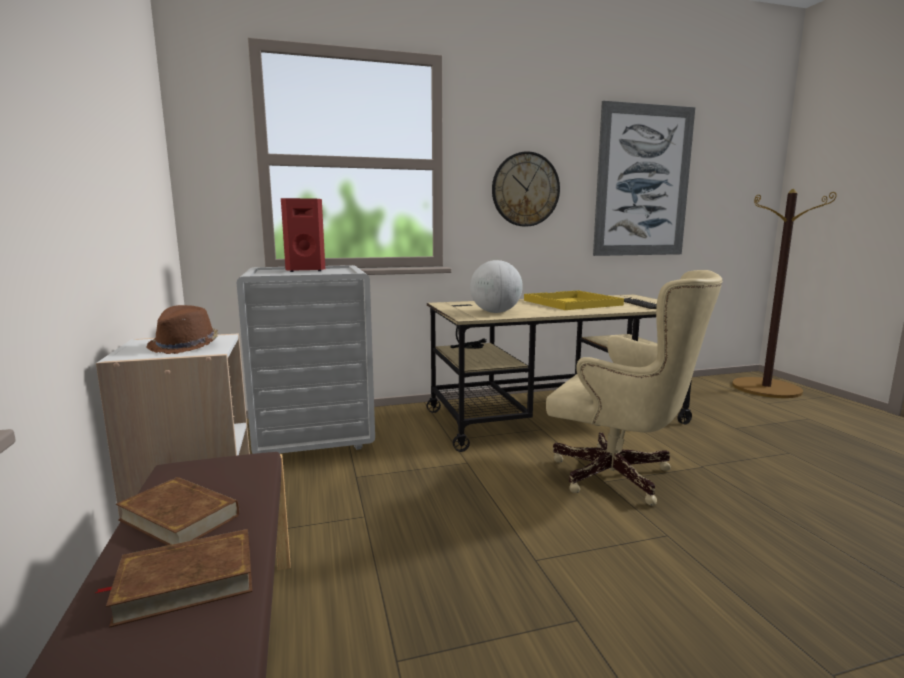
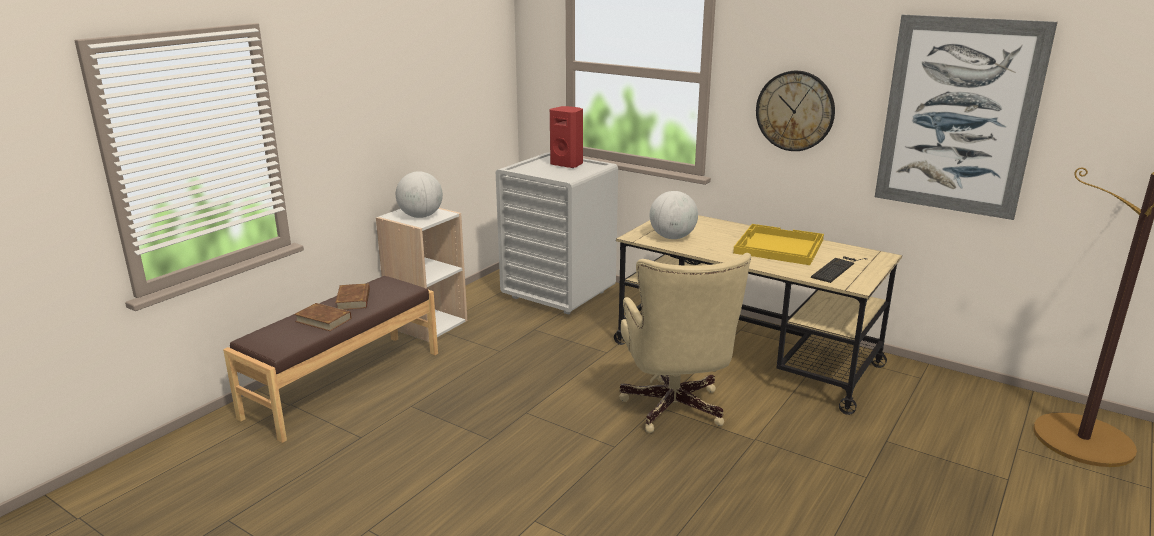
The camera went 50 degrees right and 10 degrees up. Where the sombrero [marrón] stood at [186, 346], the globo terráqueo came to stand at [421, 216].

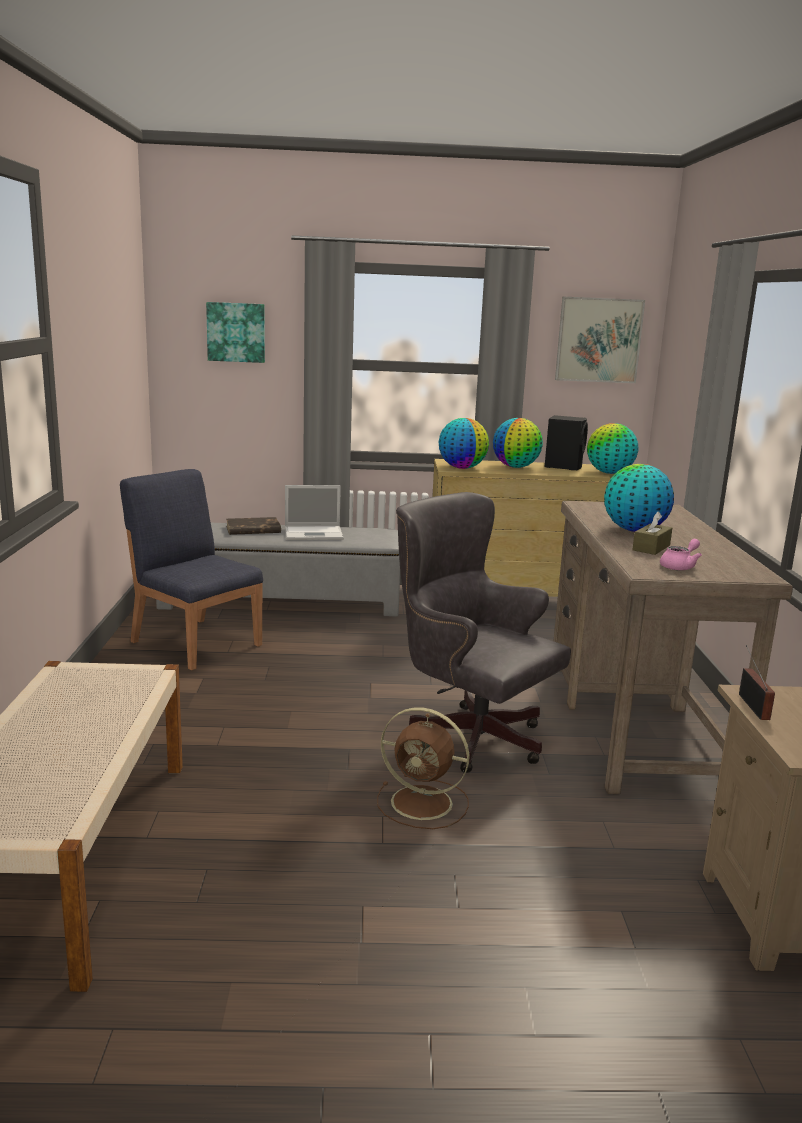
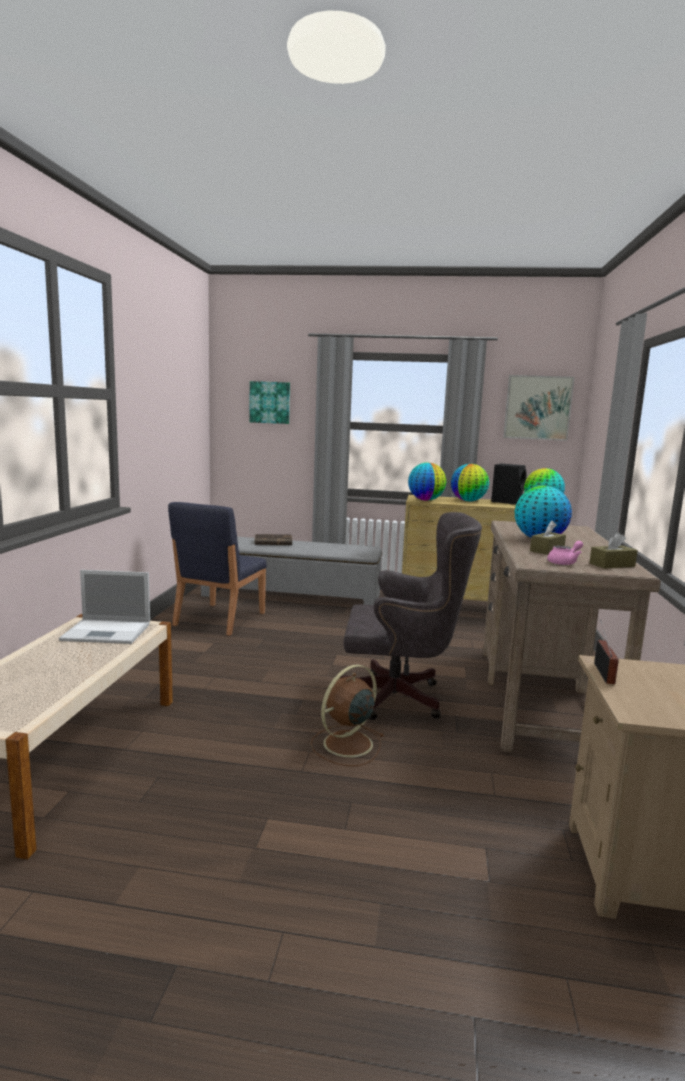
The camera went 10 degrees right and 5 degrees down. The portátil ended up elsewhere, having gone from [315, 533] to [108, 632]. The silla [azul] at [195, 642] ended up facing another way, 120 degrees counterclockwise from before. The ventilador [marrón] at [424, 803] ended up facing another way, 105 degrees clockwise from before. The silla de oficina [gris] at [470, 736] ended up facing another way, 135 degrees clockwise from before. The second view gained the caja de pañuelos [marrón] at [612, 565].

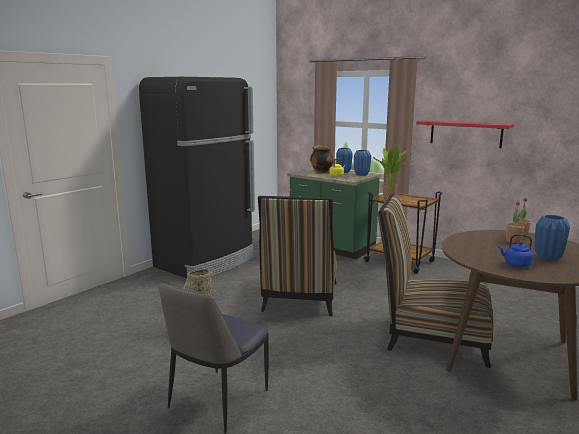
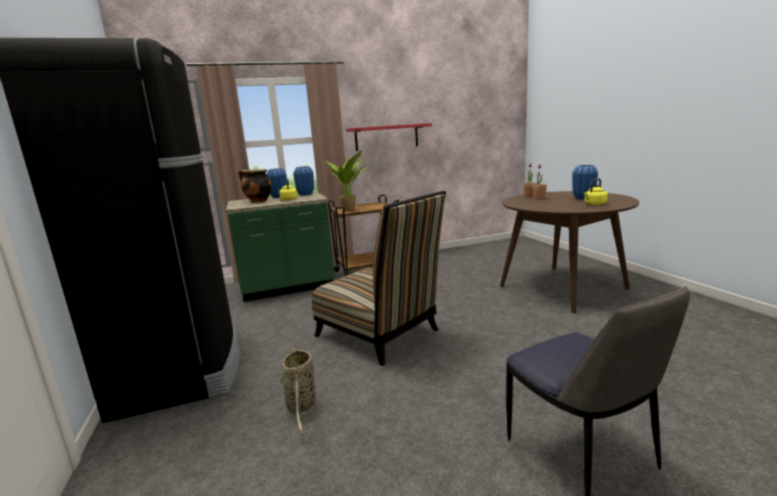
The camera went 55 degrees left and 0 degrees up. What was the hervidor [azul] at [515, 264] turned into the hervidor [amarillo] at [594, 204]. The second view lost the silla at [430, 336].

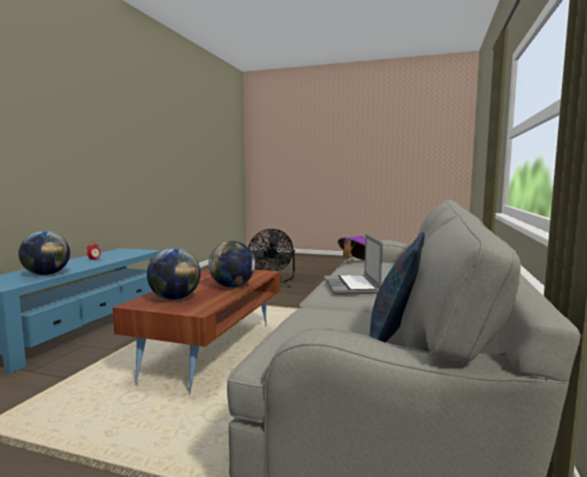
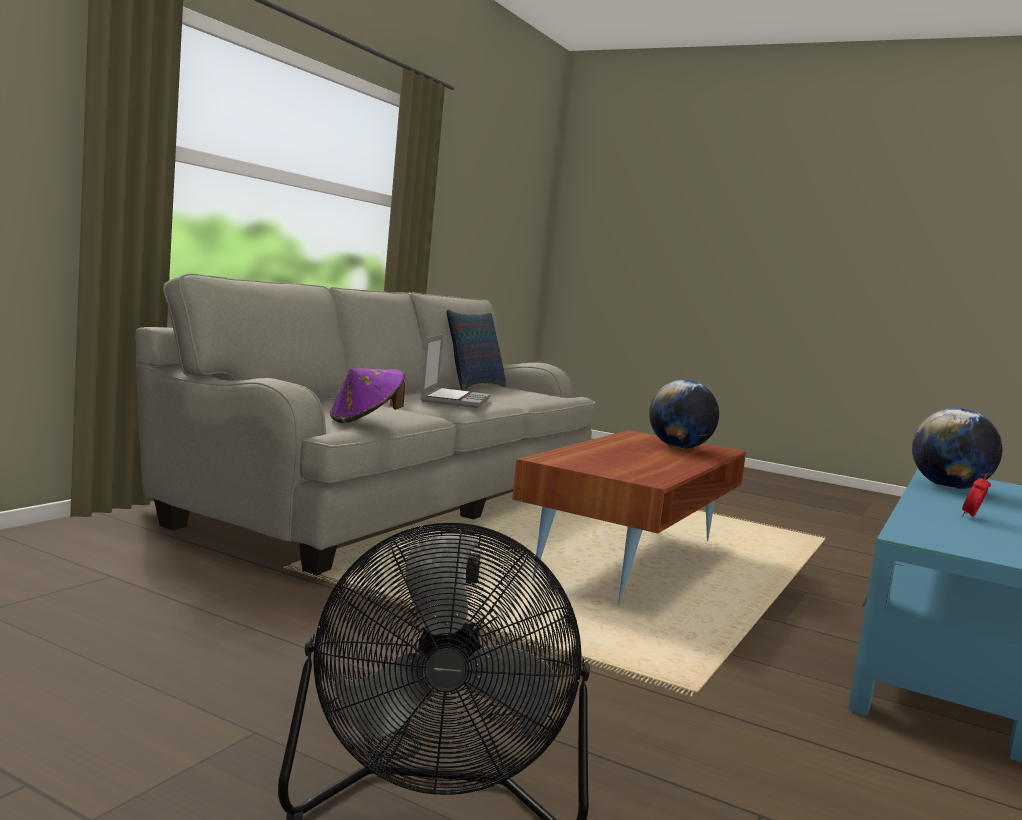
The camera went 170 degrees left and 0 degrees up. The second view lost the globo terráqueo at [232, 286].

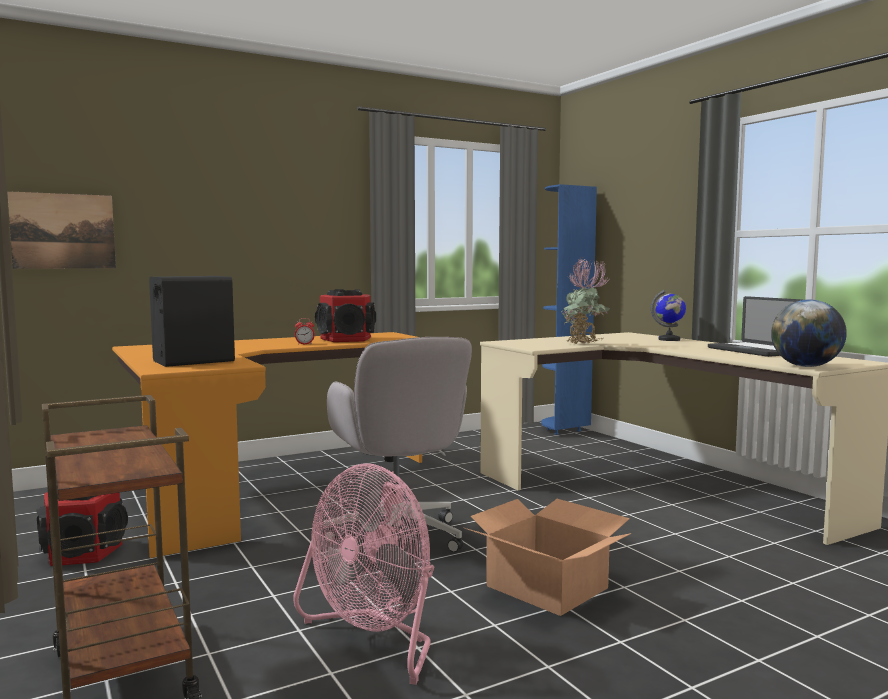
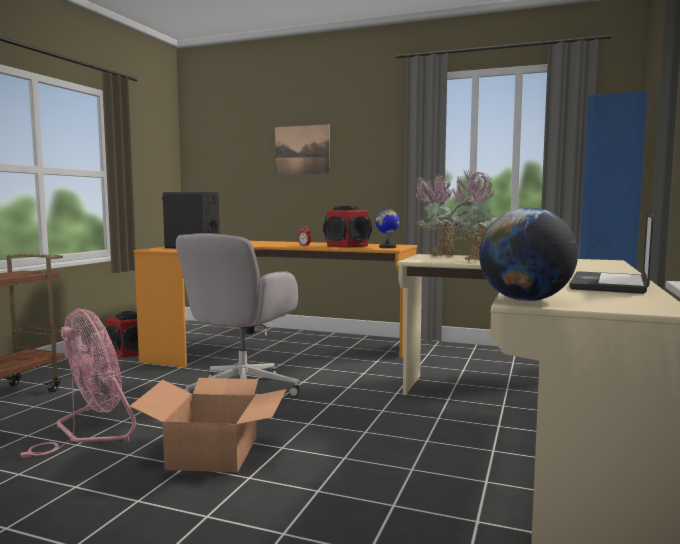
The camera went 50 degrees right and 0 degrees up. The ventilador [rosa] at [377, 635] ended up facing another way, 135 degrees clockwise from before. The cuadro ended up elsewhere, having gone from [63, 231] to [302, 150]. The globo terráqueo ended up elsewhere, having gone from [669, 340] to [387, 247]. The second view gained the planta en maceta at [436, 256].

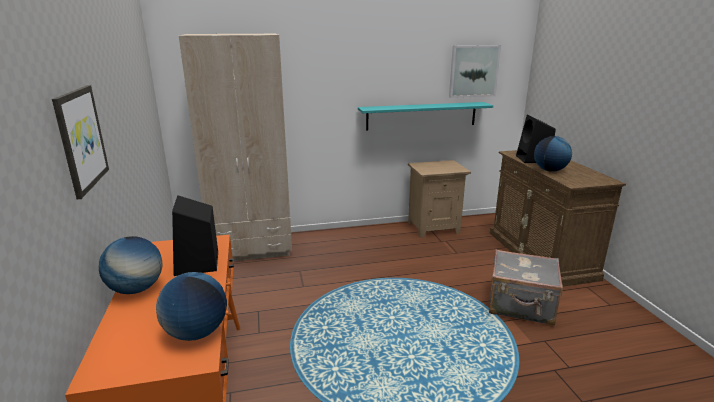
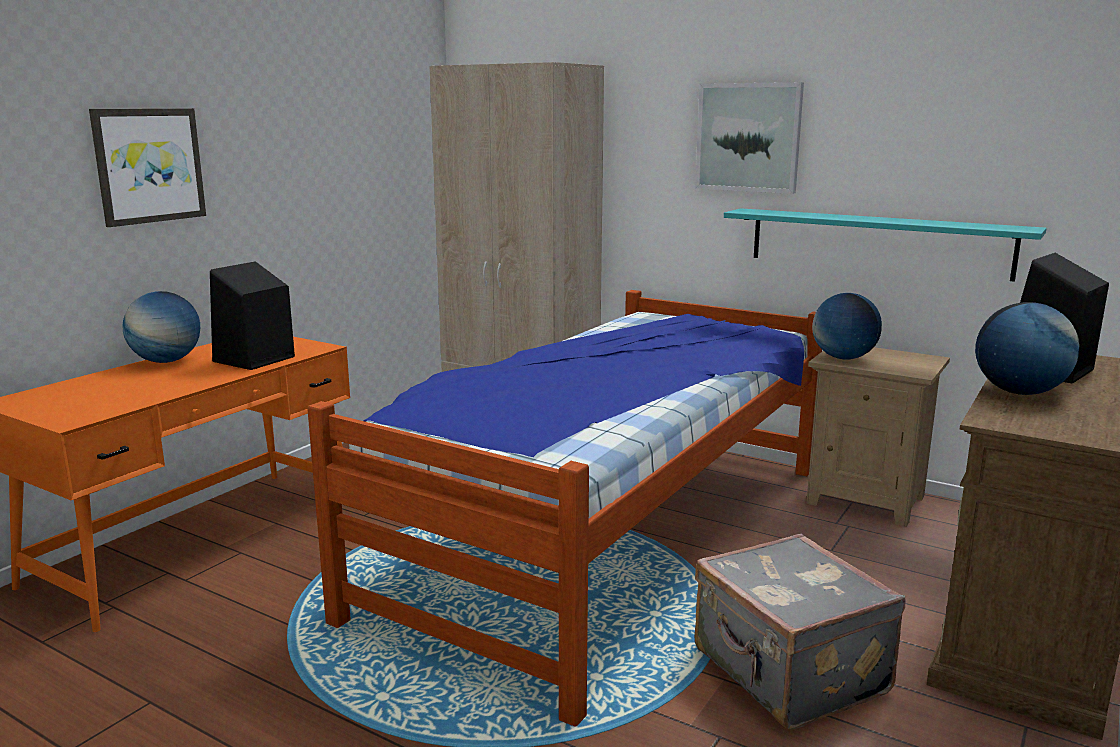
The camera went 45 degrees right and 5 degrees down. The second view gained the cama at [606, 535]. The cuadro ended up elsewhere, having gone from [473, 71] to [748, 137]. The globo terráqueo ended up elsewhere, having gone from [196, 333] to [843, 358].

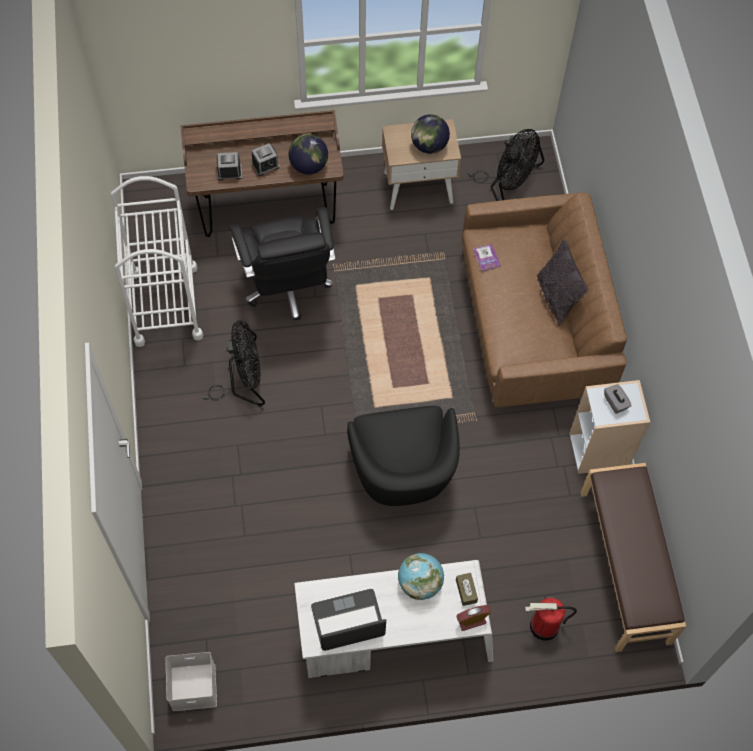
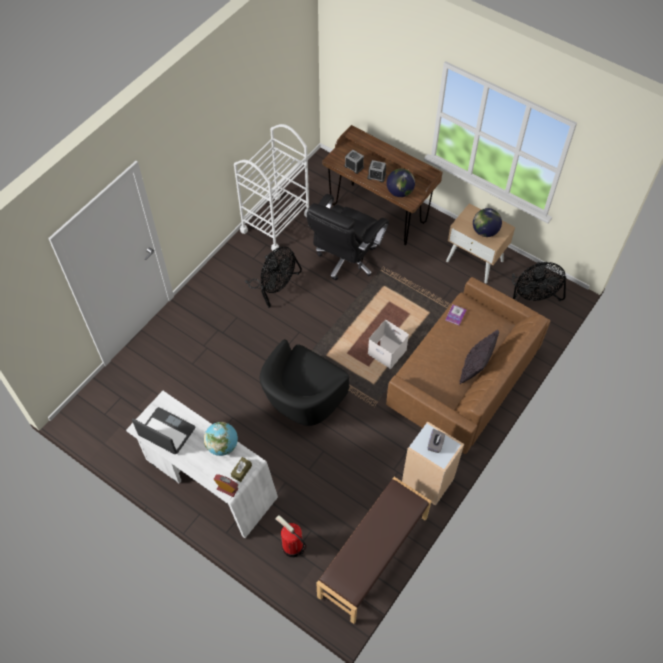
The camera went 45 degrees right and 5 degrees down. The caja de almacenaje [blanco] ended up elsewhere, having gone from [192, 688] to [386, 351].

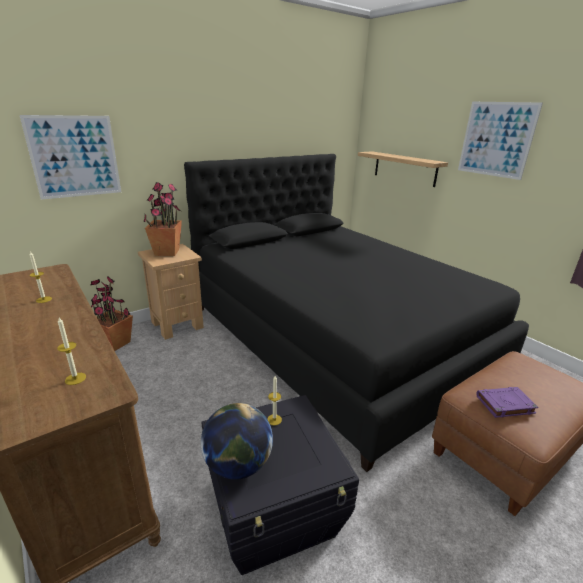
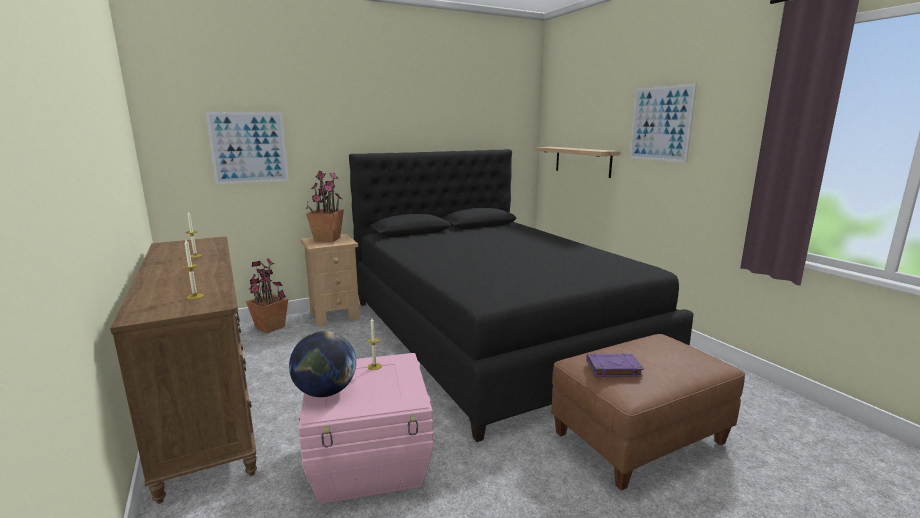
The camera went 10 degrees right and 10 degrees down. What was the caja de almacenaje [negro] at [275, 510] turned into the caja de almacenaje [rosa] at [371, 462].

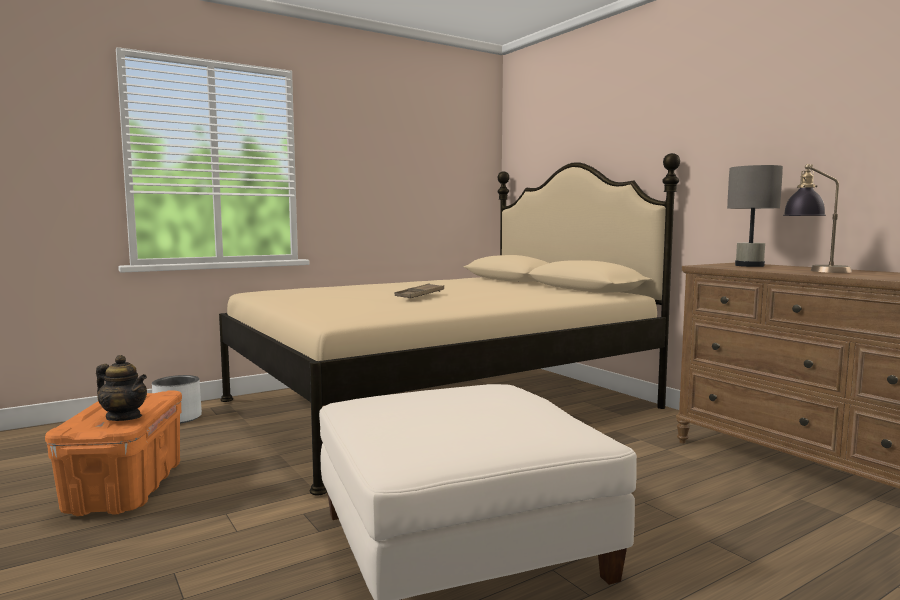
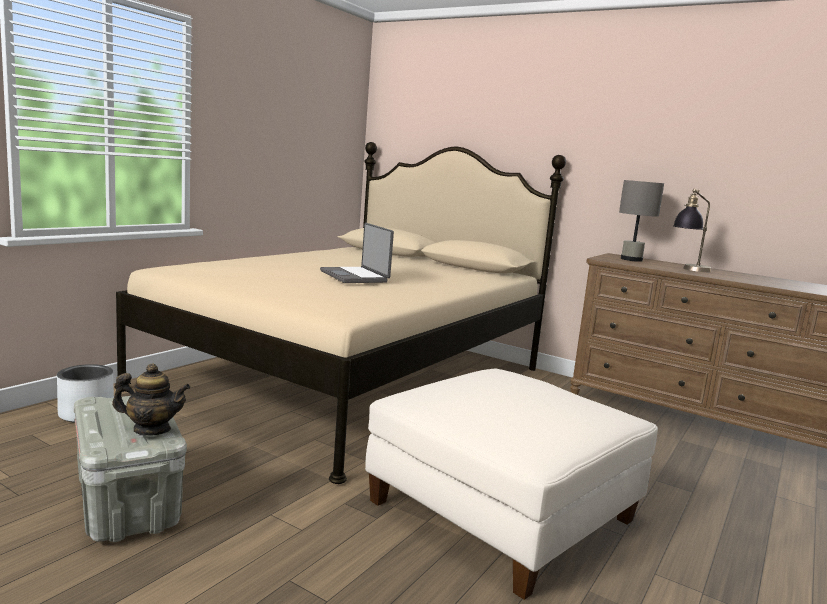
The camera went 25 degrees left and 5 degrees up. What was the caja de almacenaje [naranja] at [125, 488] turned into the caja de almacenaje [gris] at [127, 503]. Where the bandeja [marrón] stood at [420, 295], the portátil came to stand at [355, 276].

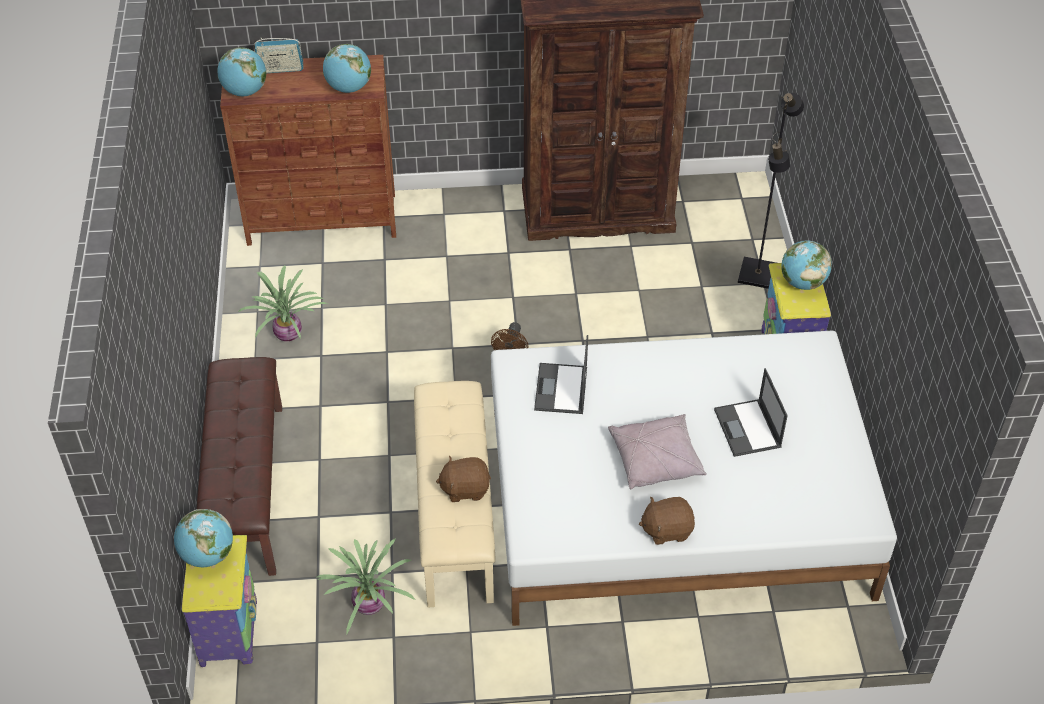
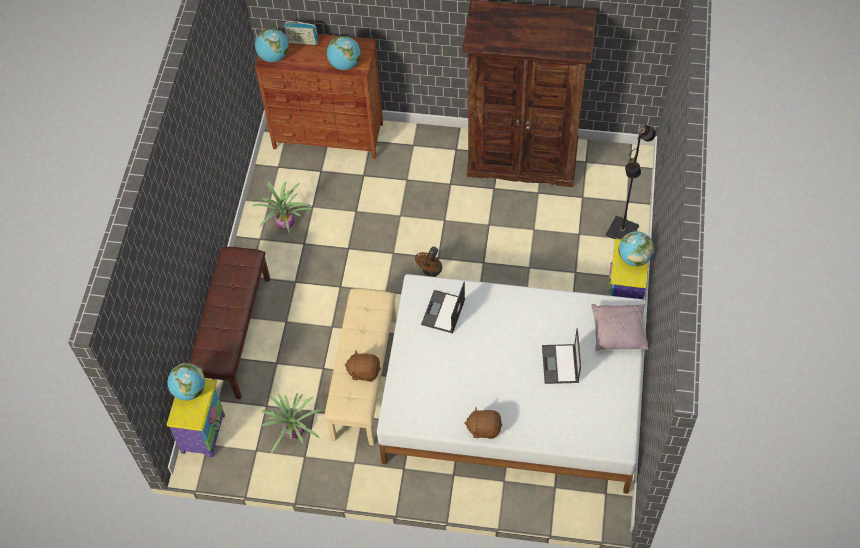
The camera went 15 degrees right and 10 degrees up. The cojín [morado] ended up elsewhere, having gone from [656, 460] to [619, 331].

